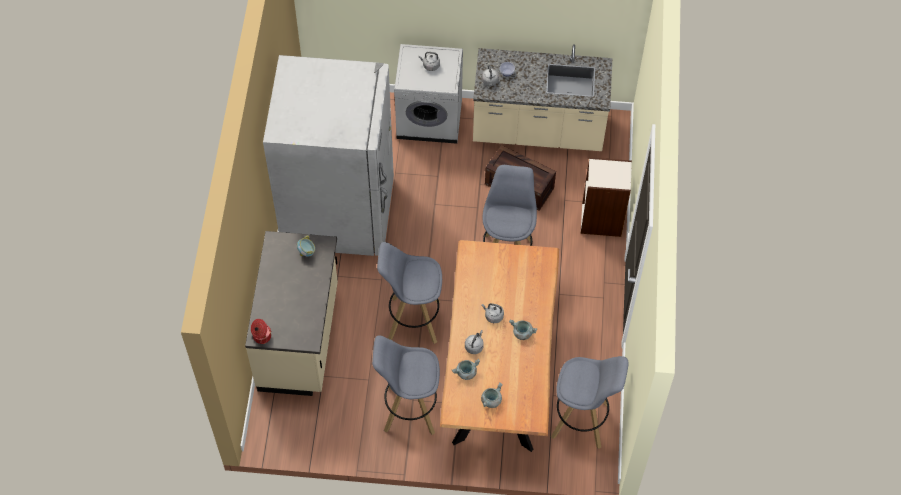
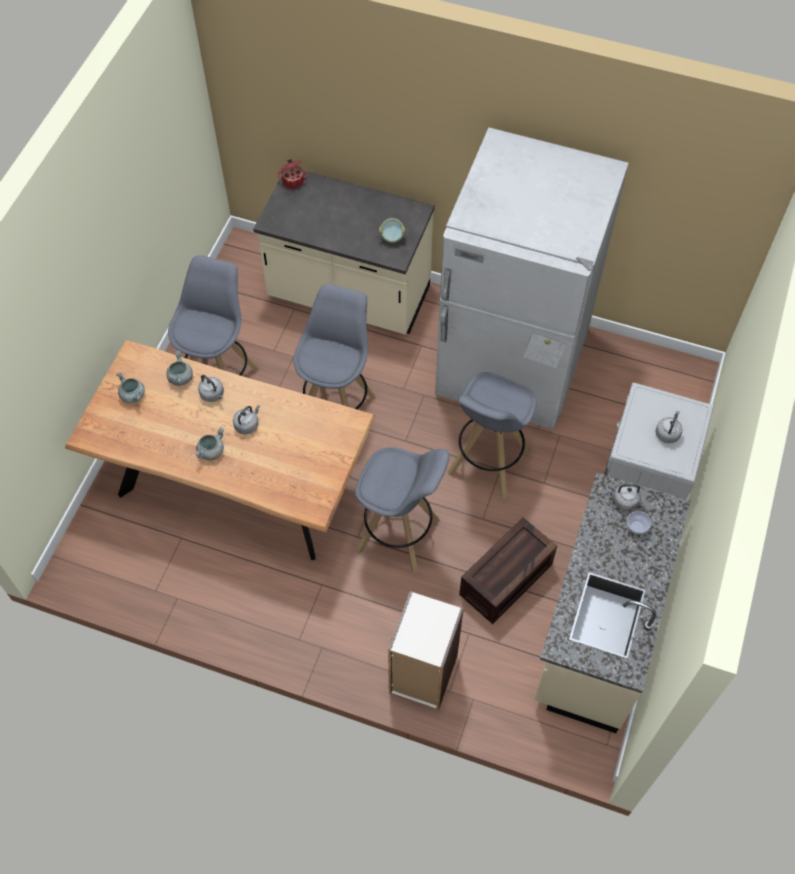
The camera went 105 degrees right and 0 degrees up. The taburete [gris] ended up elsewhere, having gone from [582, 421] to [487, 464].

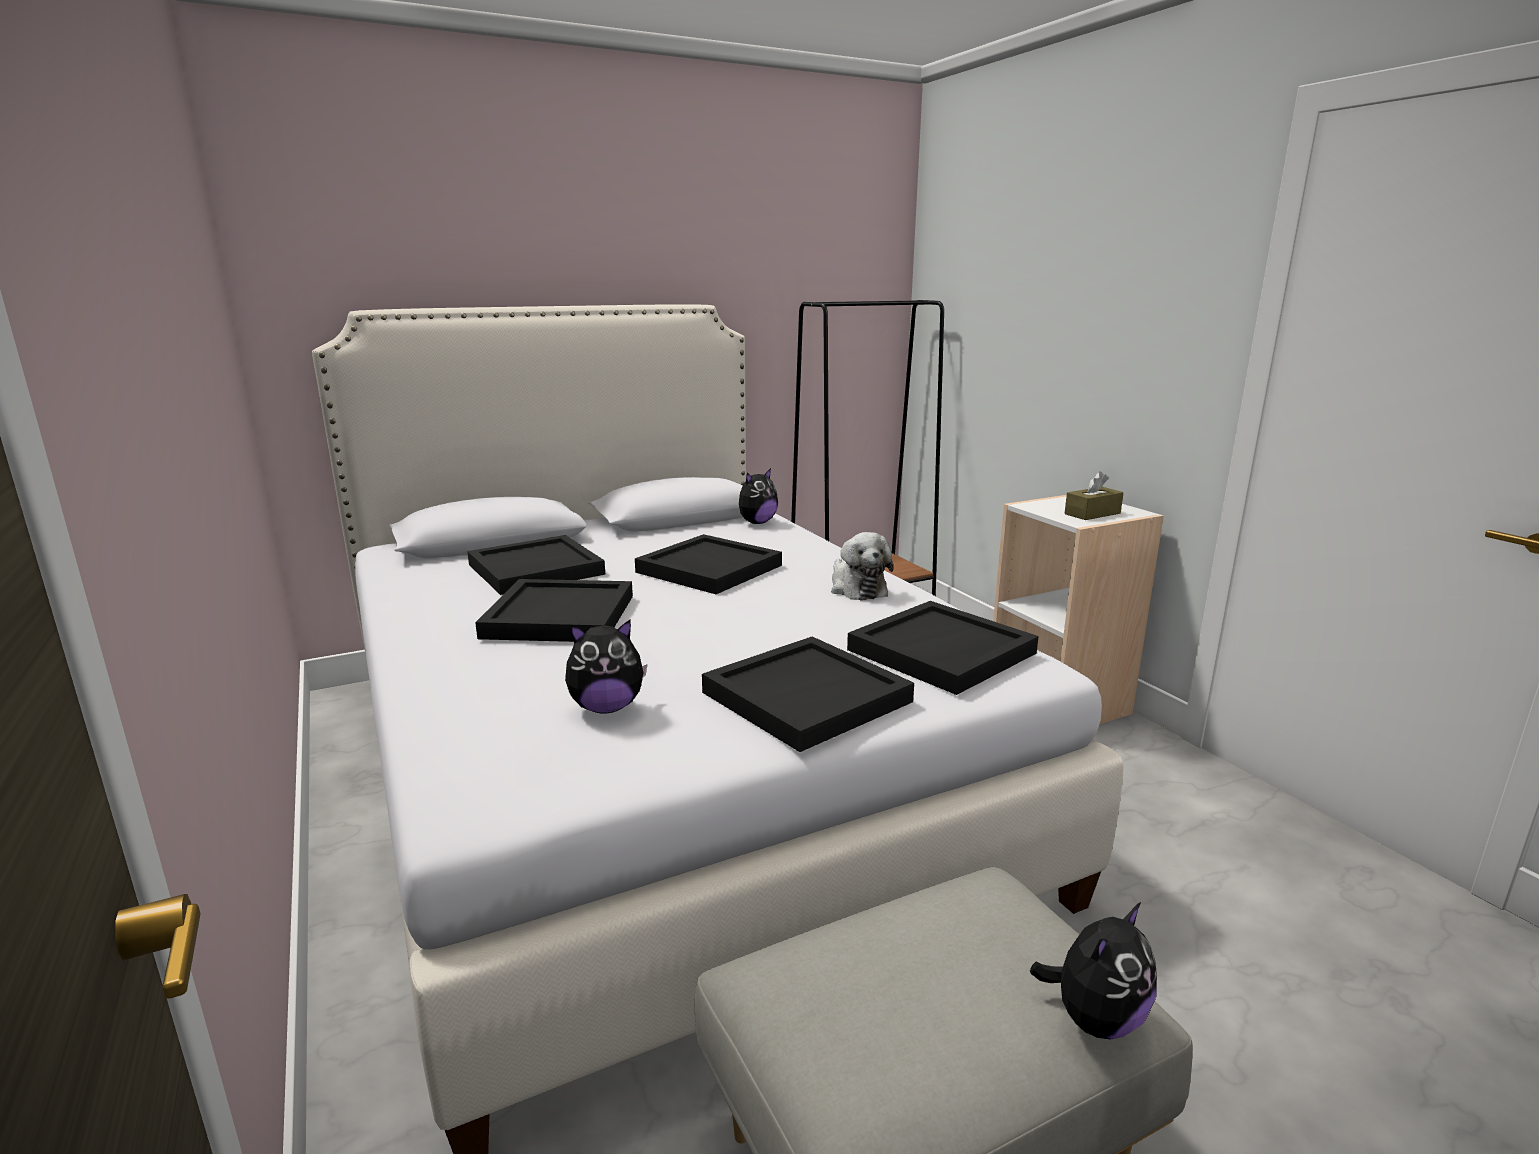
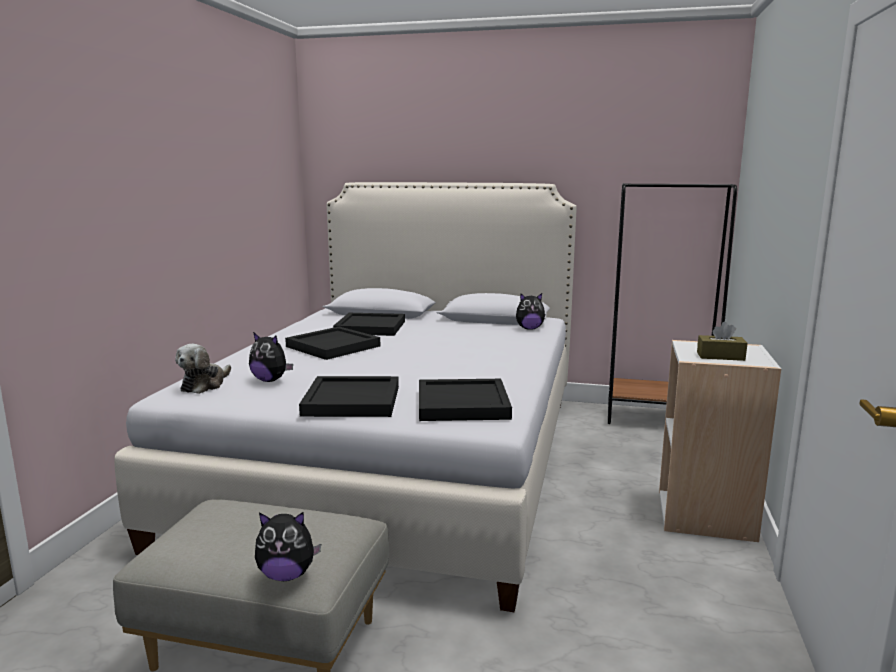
The camera went 40 degrees right and 5 degrees down. The peluche ended up elsewhere, having gone from [857, 588] to [205, 385]. The second view lost the bandeja [negro] at [708, 569].

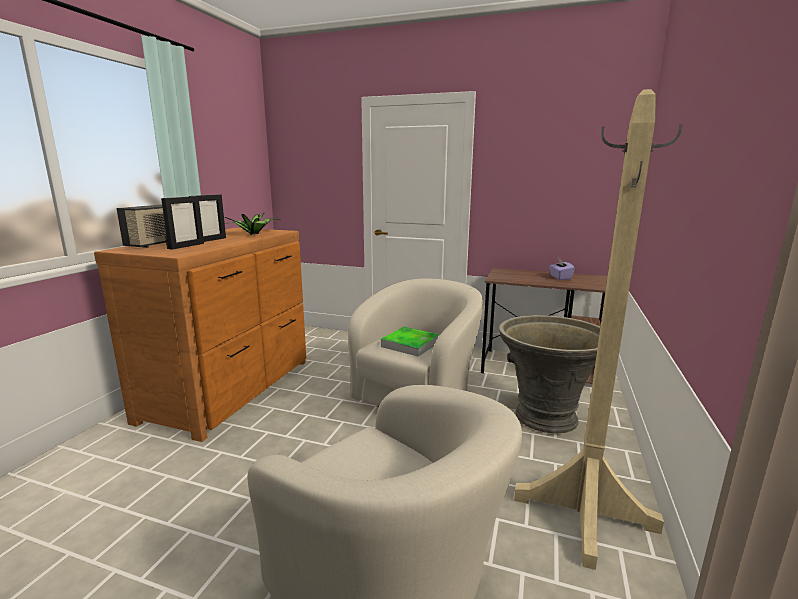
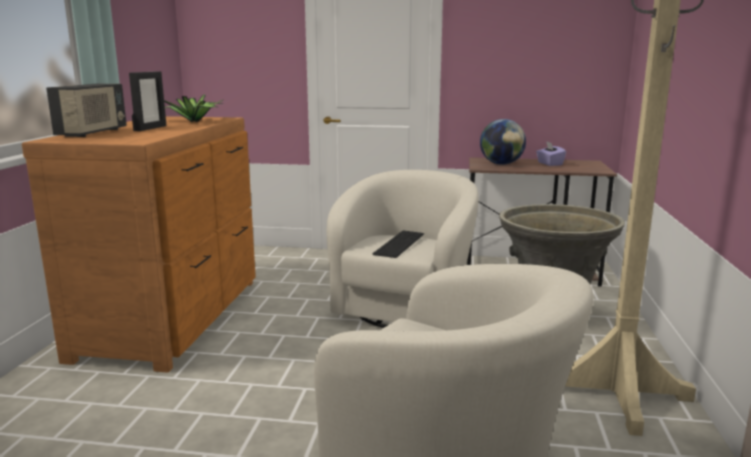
The camera went 10 degrees left and 0 degrees up. Where the bandeja stood at [410, 344], the teclado came to stand at [399, 244]. The second view gained the globo terráqueo at [501, 164]. The second view lost the portarretratos at [186, 246].

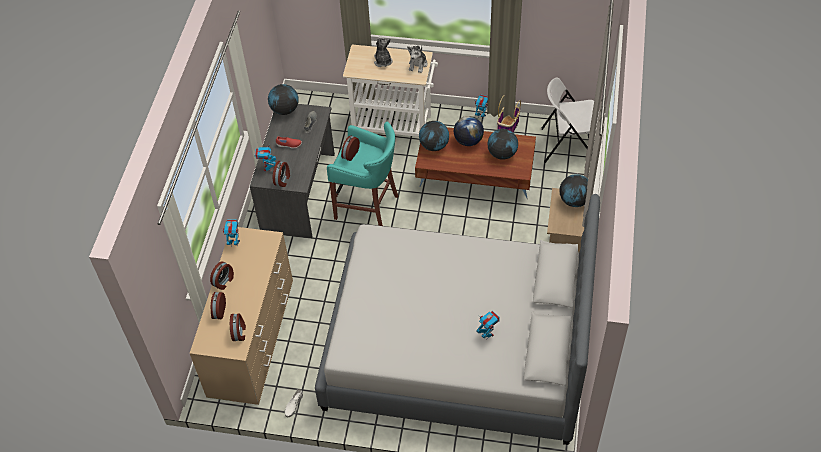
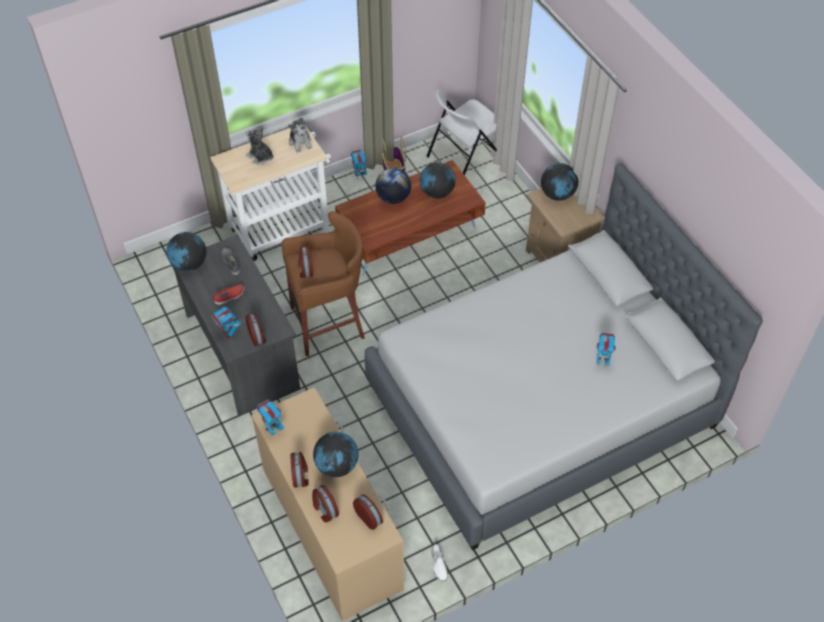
The camera went 40 degrees left and 0 degrees up. What was the taburete [turquesa] at [368, 206] turned into the taburete [marrón] at [329, 323]. The globo terráqueo ended up elsewhere, having gone from [434, 146] to [337, 465].

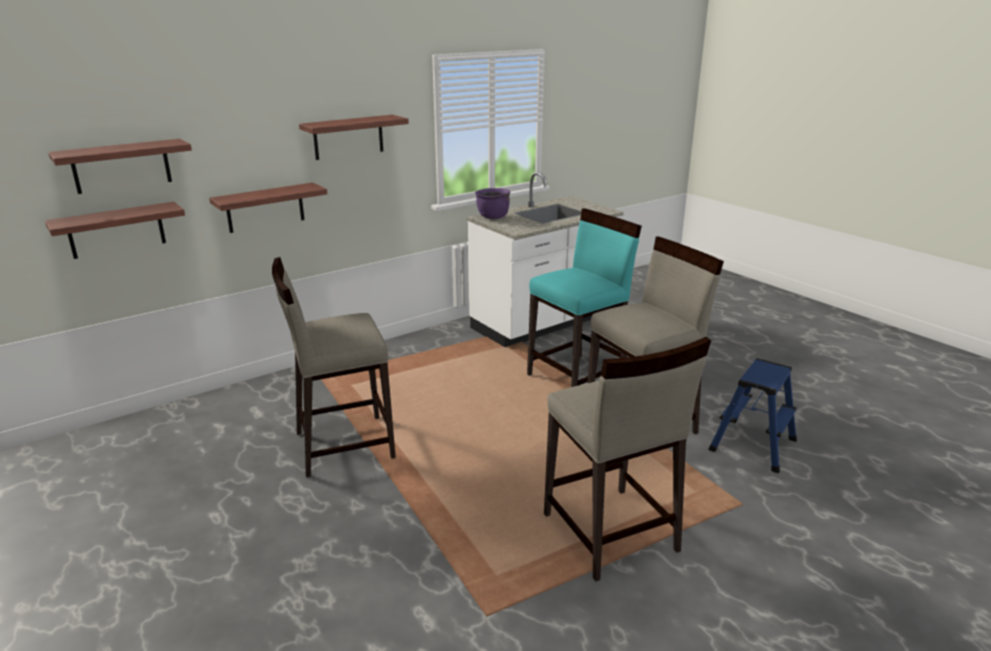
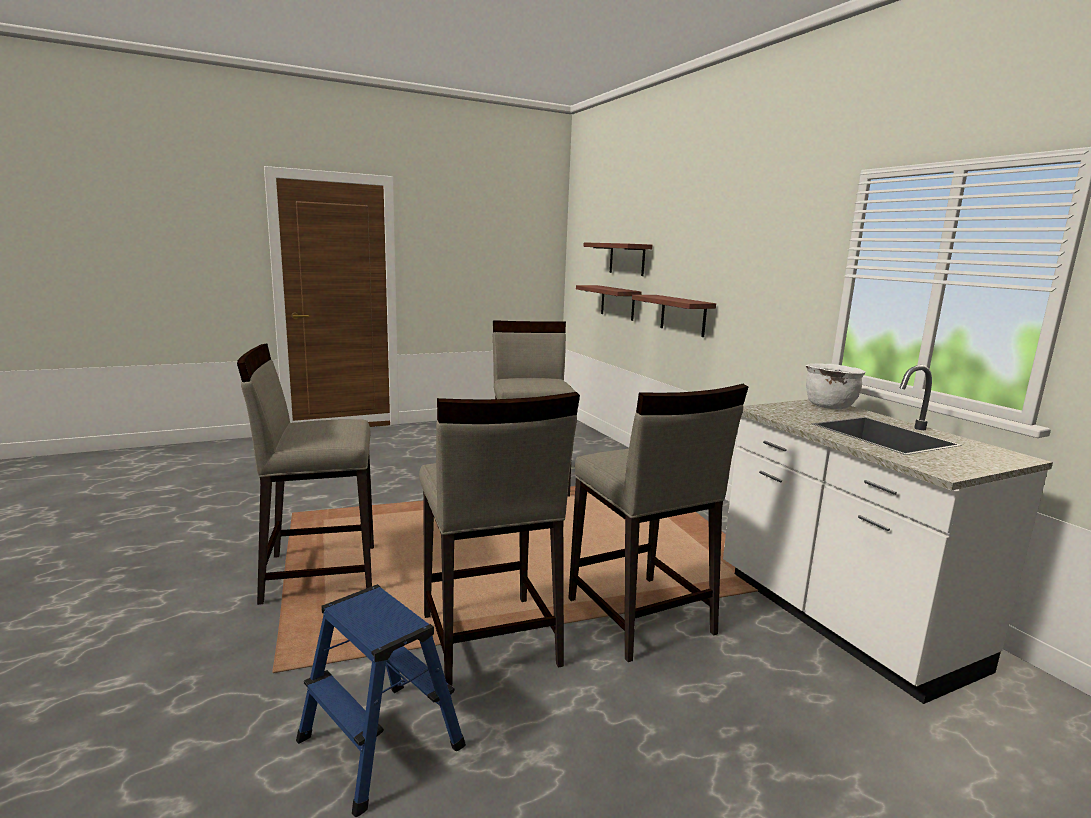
The camera went 100 degrees right and 10 degrees down. What was the taburete [turquesa] at [578, 378] turned into the taburete [beis] at [640, 617]. What was the olla [morado] at [492, 217] turned into the olla [blanco] at [829, 406]. The second view lost the estante at [348, 137].

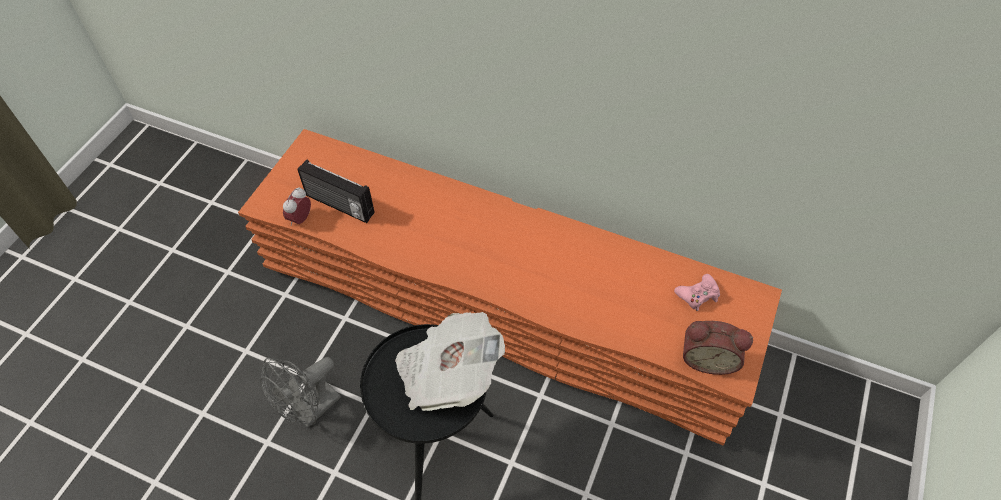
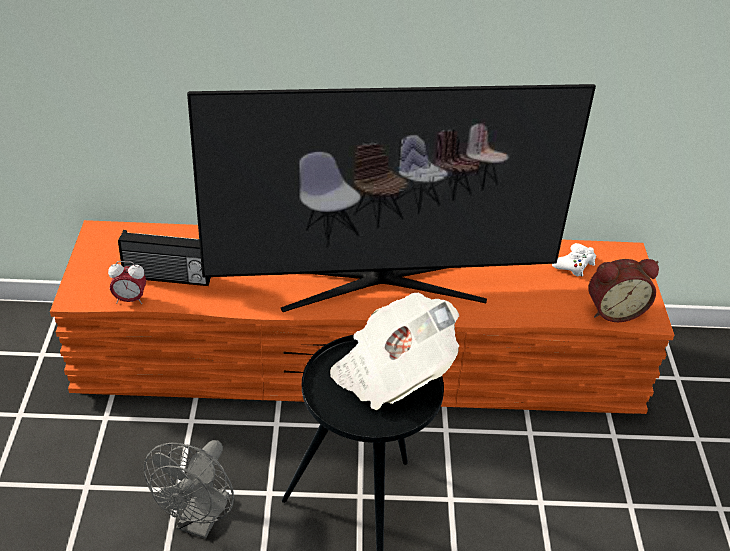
The camera went 25 degrees left and 15 degrees down. The despertador at [300, 219] ended up facing another way, 90 degrees counterclockwise from before. The second view gained the televisor at [380, 284]. What was the mando de consola [rosa] at [698, 295] turned into the mando de consola [blanco] at [574, 265].

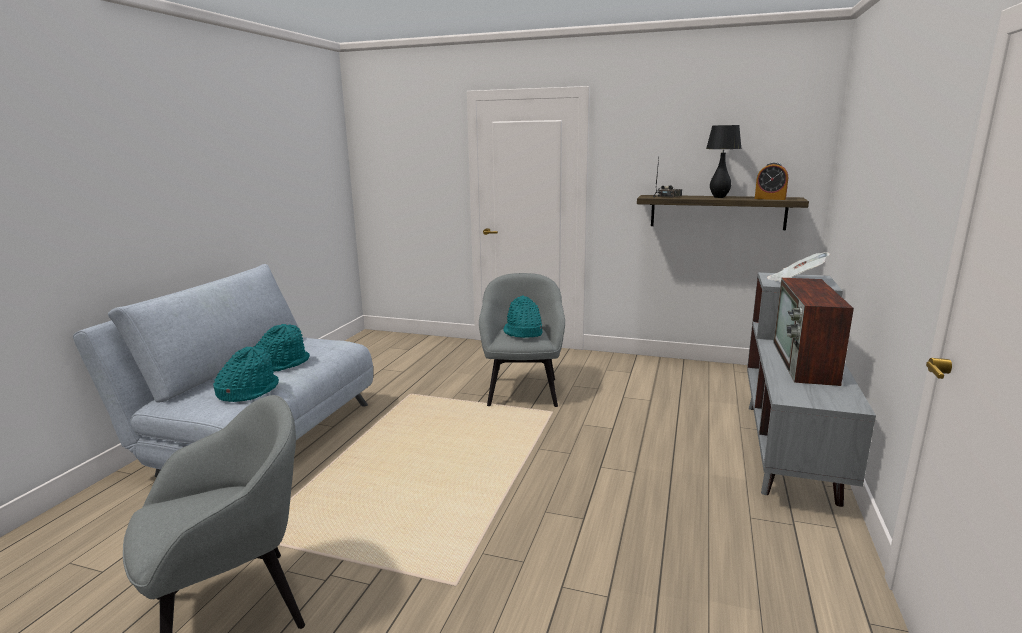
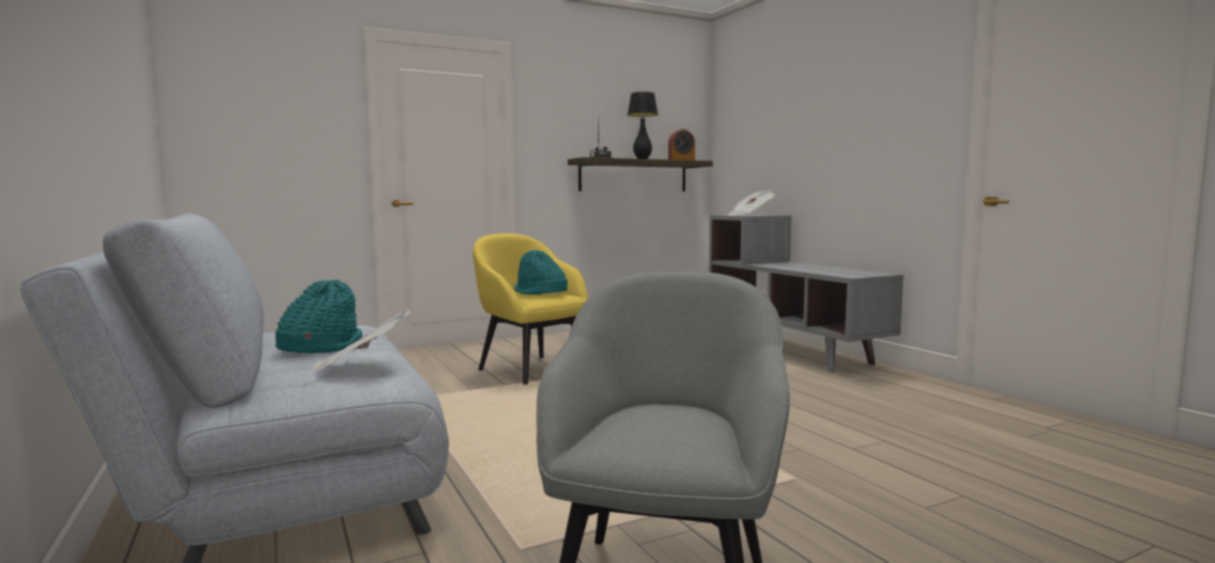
The camera went 45 degrees left and 10 degrees down. Where the sombrero [turquesa] stood at [248, 391], the periódico came to stand at [360, 367]. What was the sillón [gris] at [522, 391] turned into the sillón [amarillo] at [532, 369]. The second view lost the televisor at [805, 363].

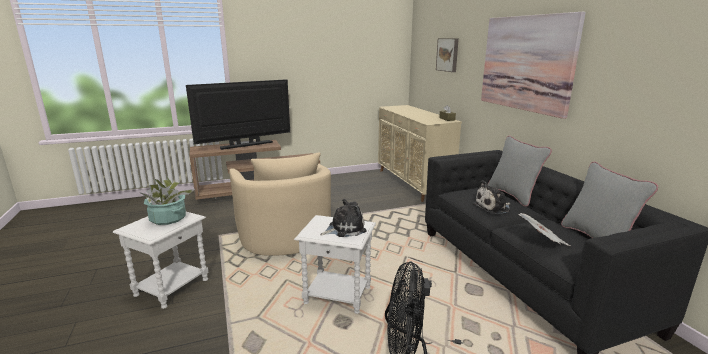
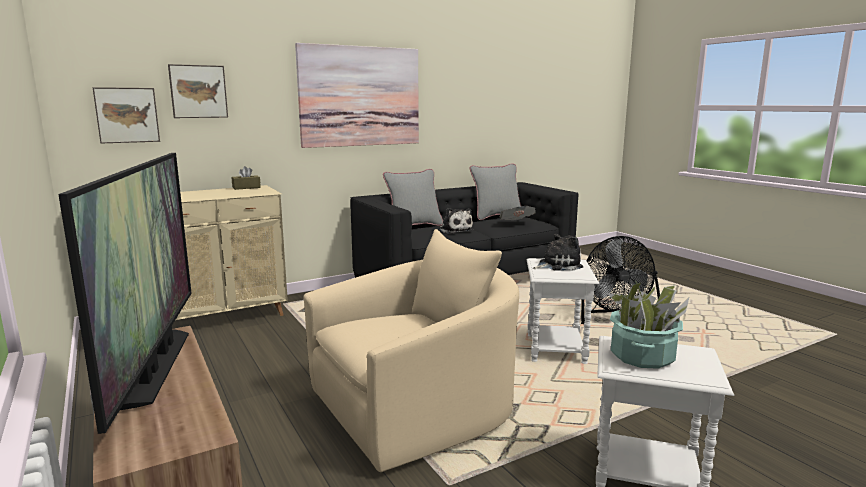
The camera went 100 degrees left and 5 degrees down. The televisor at [246, 145] ended up facing another way, 150 degrees counterclockwise from before. The second view gained the cuadro at [127, 115]. The peluche at [344, 229] ended up facing another way, 105 degrees clockwise from before.

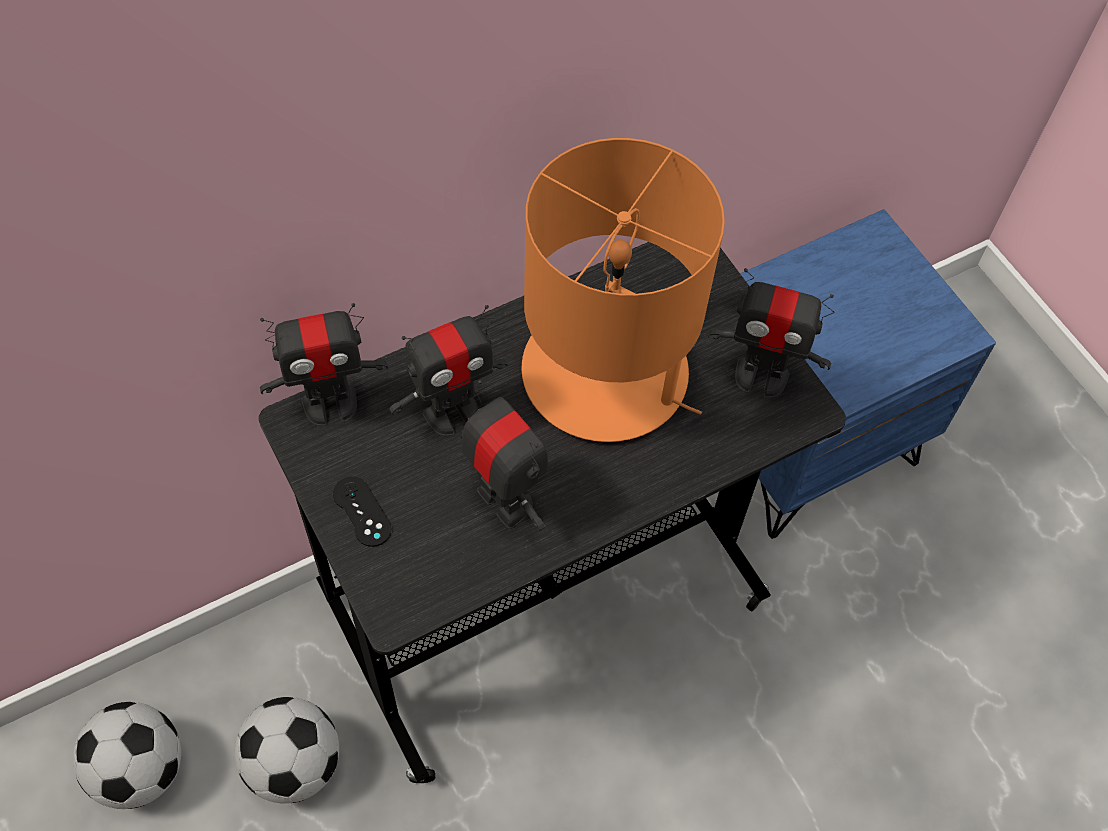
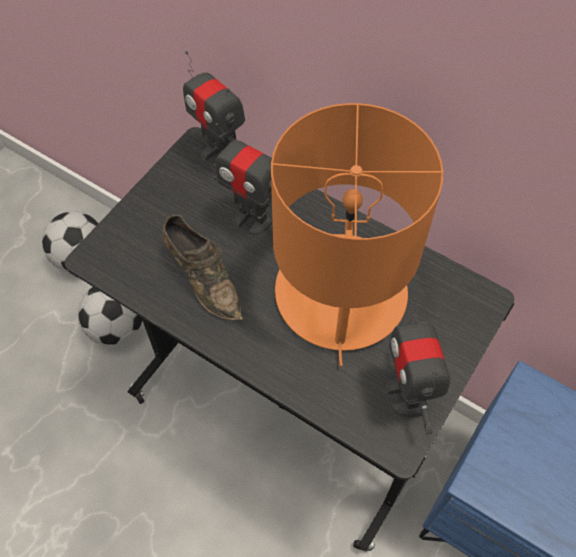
The camera went 65 degrees right and 0 degrees up. Where the robot de juguete stood at [504, 501], the zapato [marrón] came to stand at [204, 279]. The second view lost the mando de consola [negro] at [362, 511].

